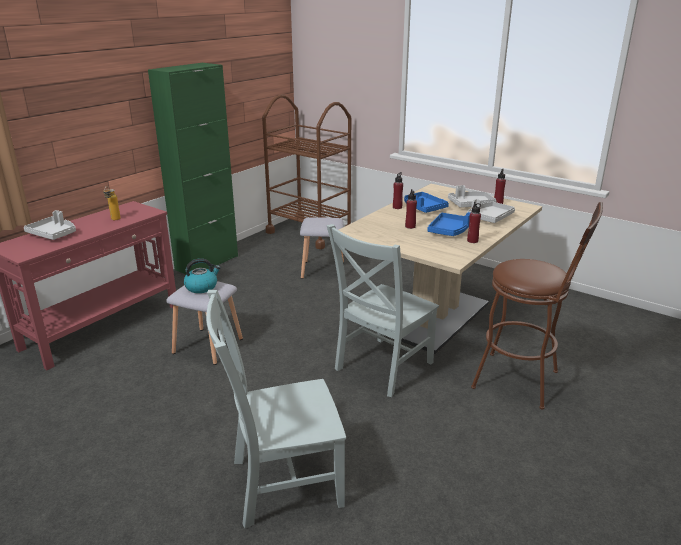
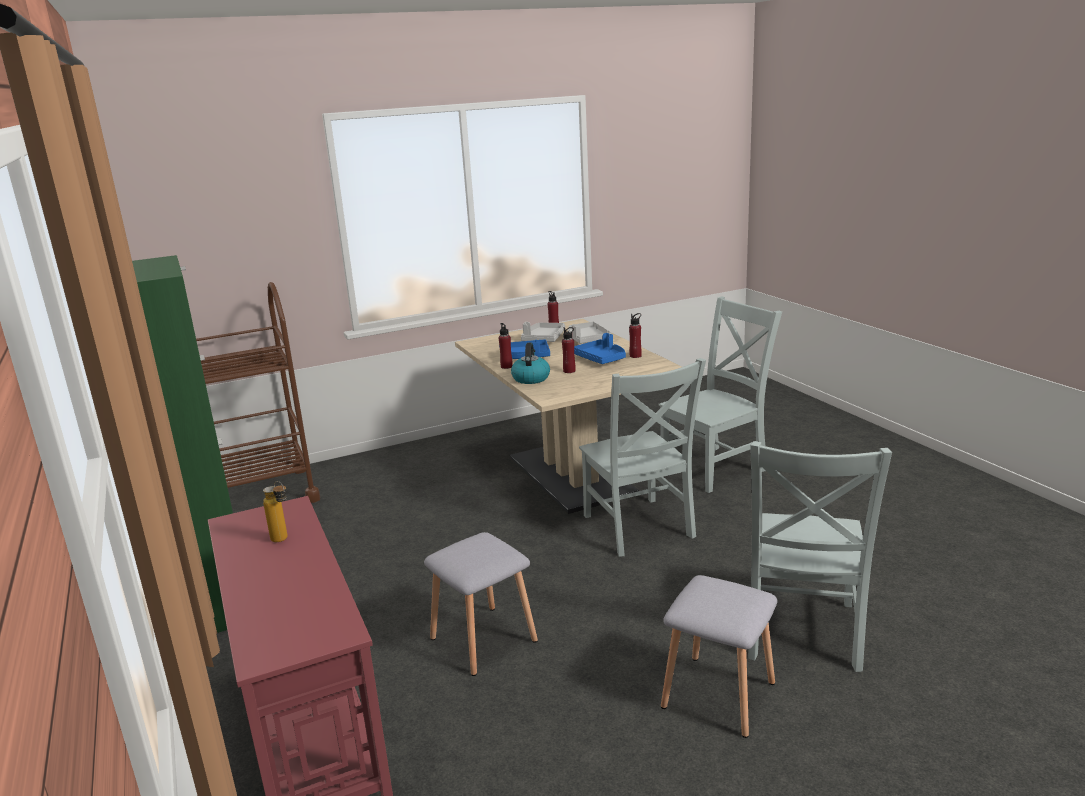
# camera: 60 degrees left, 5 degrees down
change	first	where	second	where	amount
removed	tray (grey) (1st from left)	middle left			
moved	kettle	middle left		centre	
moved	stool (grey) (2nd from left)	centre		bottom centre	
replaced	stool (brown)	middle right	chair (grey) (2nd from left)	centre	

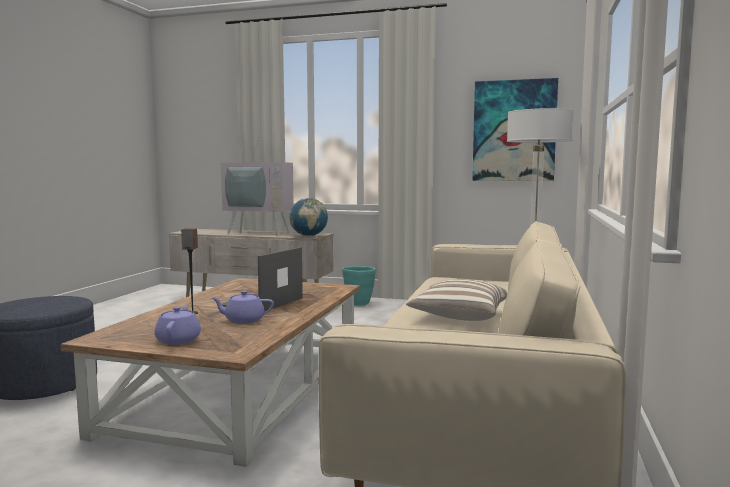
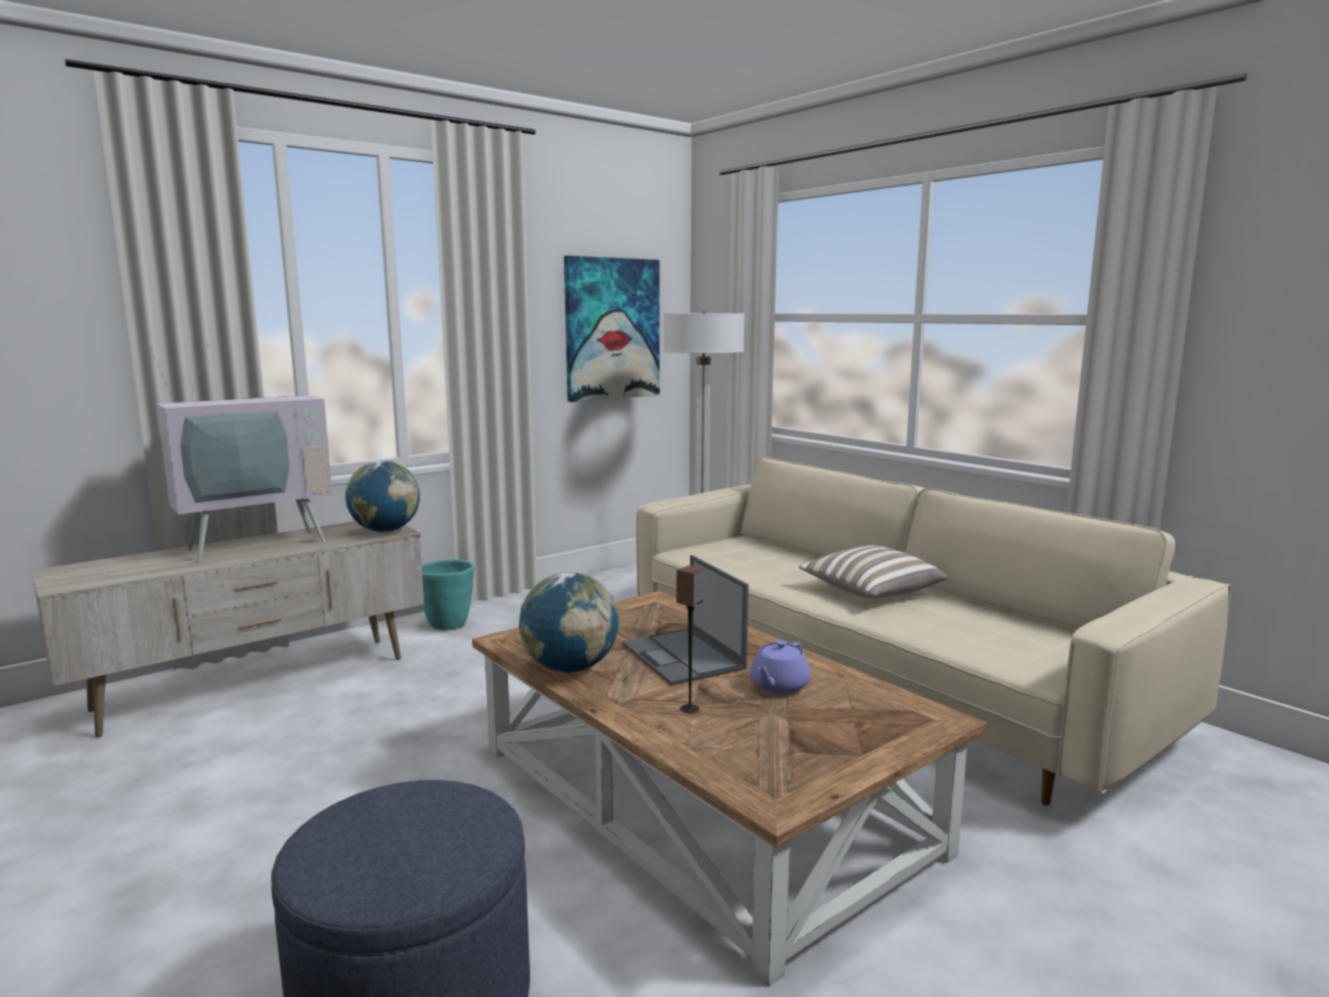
# camera: 55 degrees left, 5 degrees up
change	first	where	second	where	amount
removed	teapot (purple) (1st from left)	bottom left			
added			globe (2nd from left)	centre	

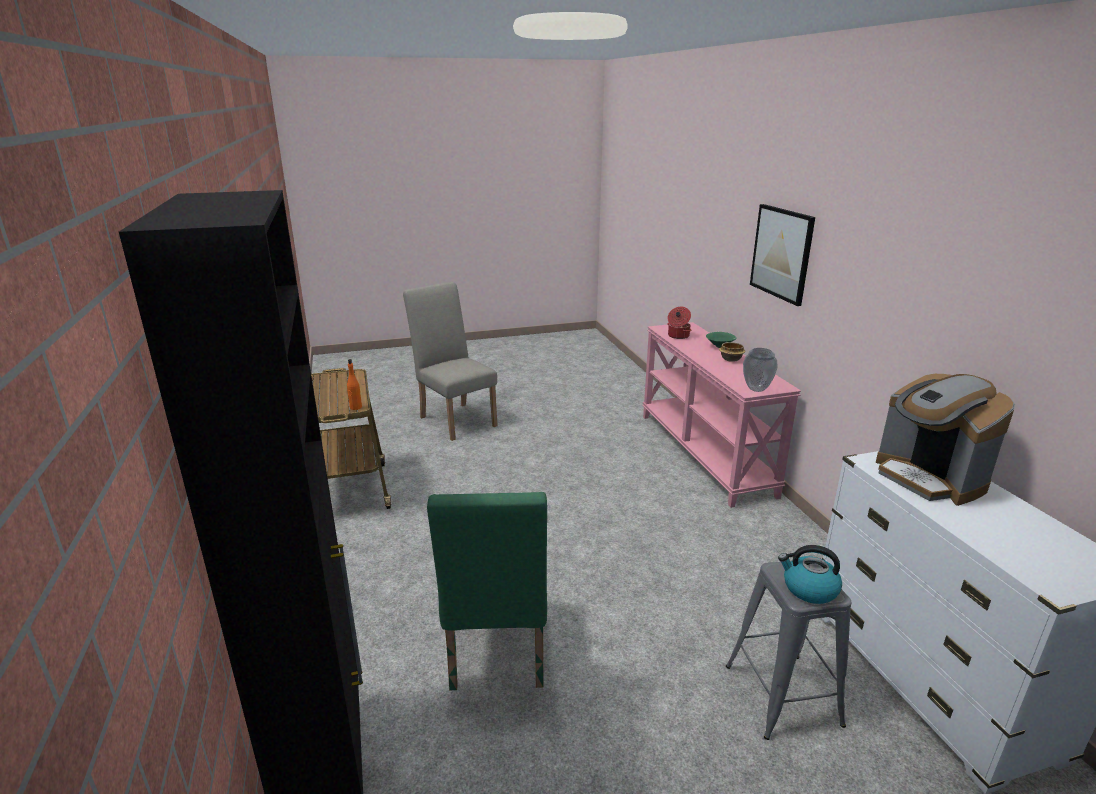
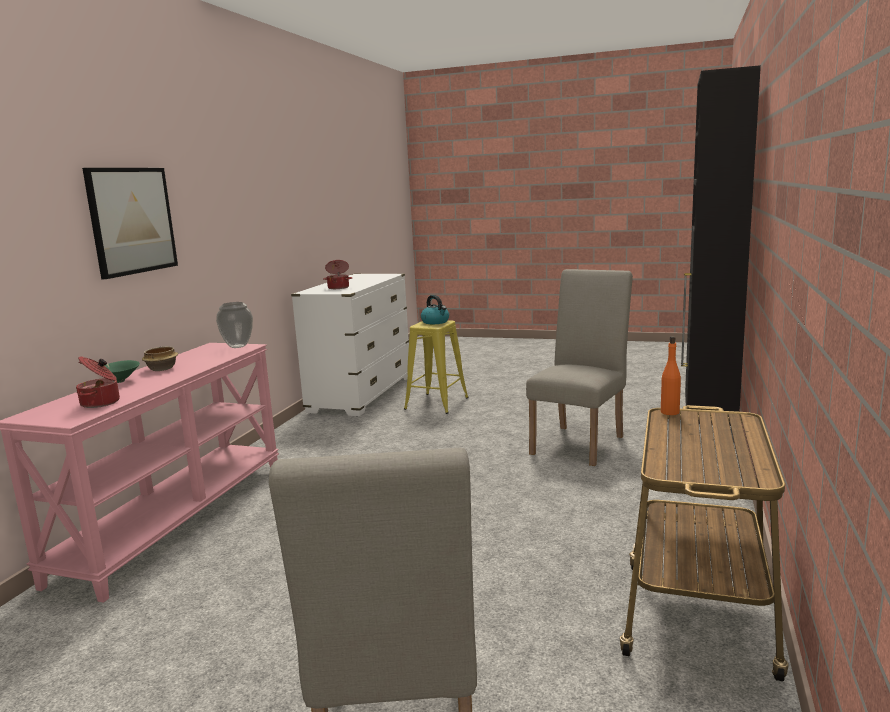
# camera: 145 degrees left, 10 degrees down
change	first	where	second	where	amount
recoloured	chair (green)	bottom centre	chair (beige) (2nd from left)	centre	
recoloured	stool (grey)	bottom right	stool (yellow)	centre	
replaced	coffee machine	middle right	cooking pot (2nd from left)	centre	

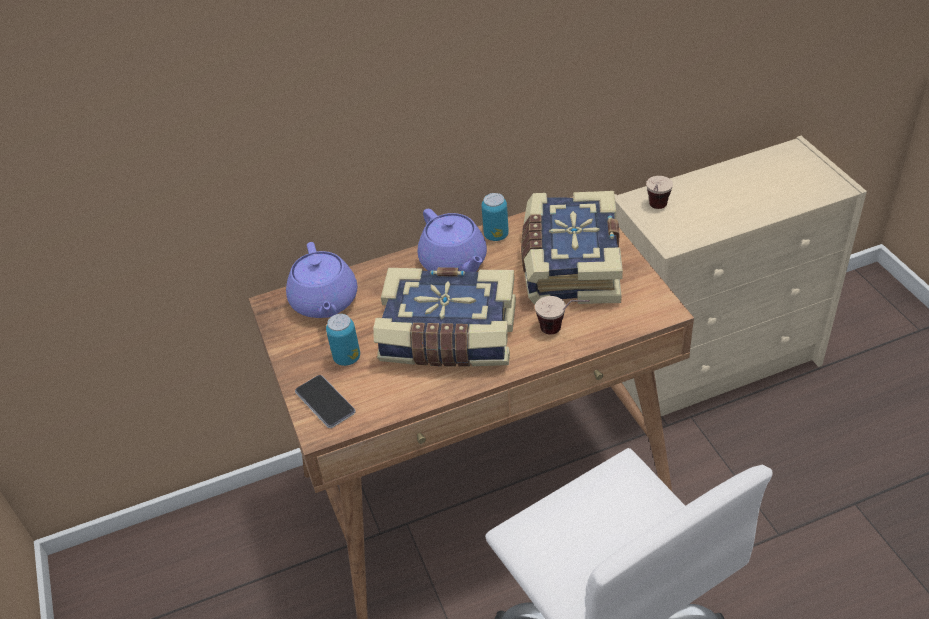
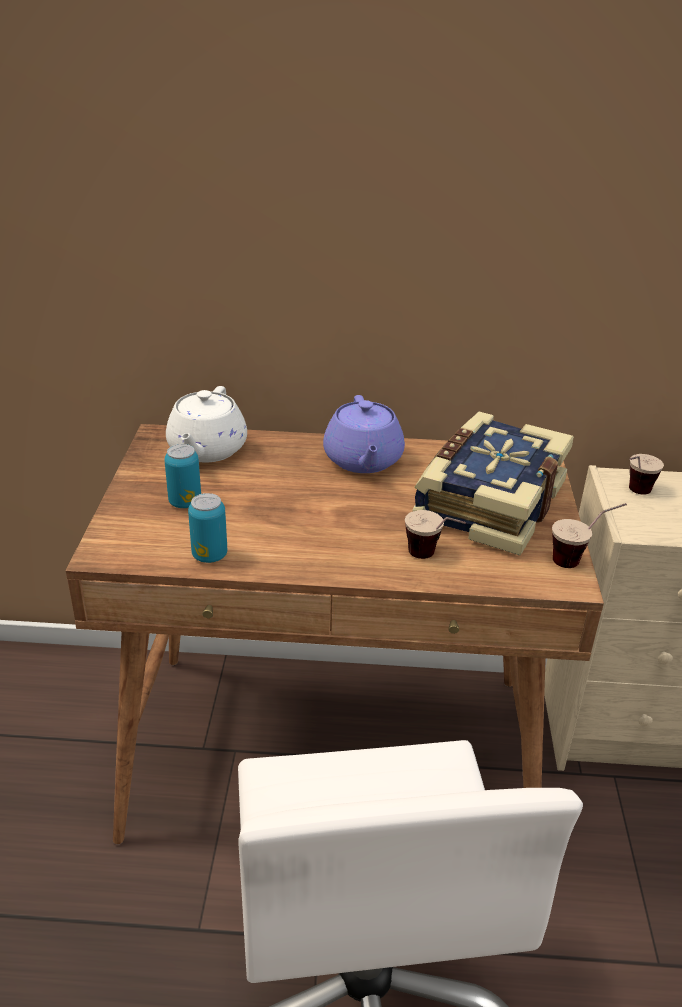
# camera: 20 degrees right, 10 degrees down
change	first	where	second	where	amount
recoloured	teapot (purple) (1st from left)	centre	teapot (white)	middle left	
removed	phone	centre			
removed	book (1st from left)	centre			
moved	can (2nd from left)	centre		middle left	
added			cup (2nd from left)	middle right	

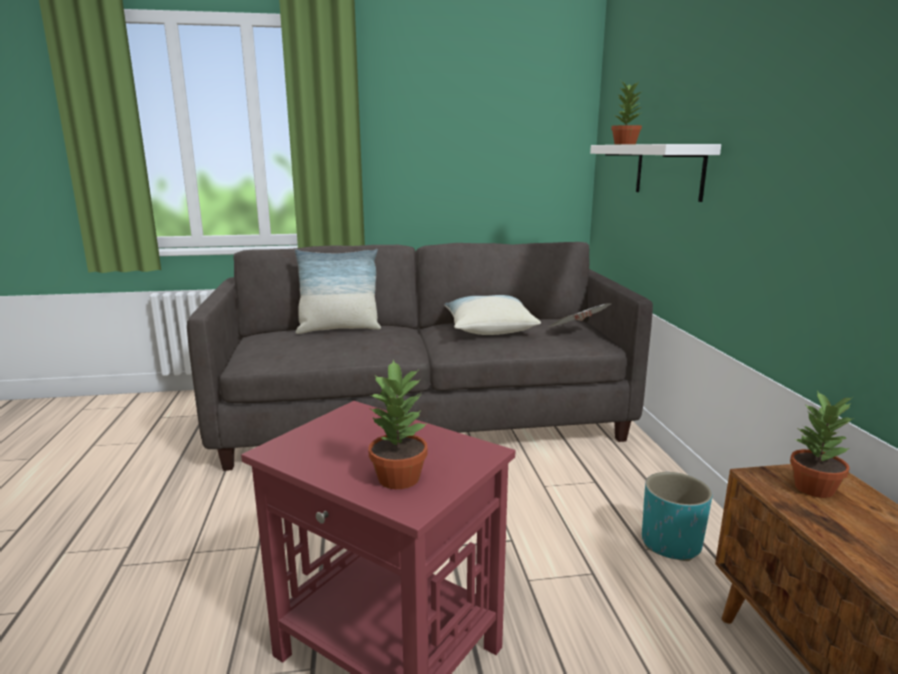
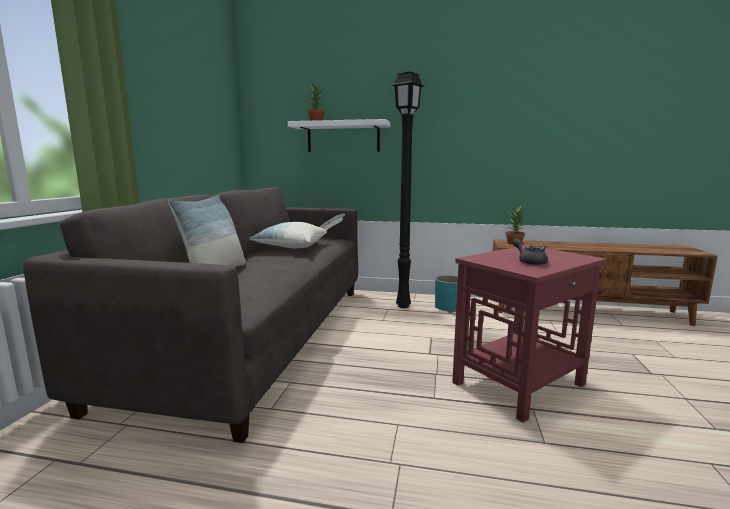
# camera: 70 degrees left, 5 degrees down
change	first	where	second	where	amount
removed	potted plant (1st from left)	centre			
added			floor lamp (black)	centre	
added			teapot (grey)	middle right	

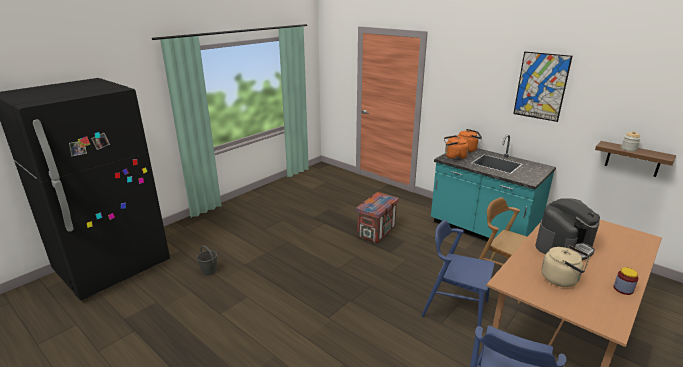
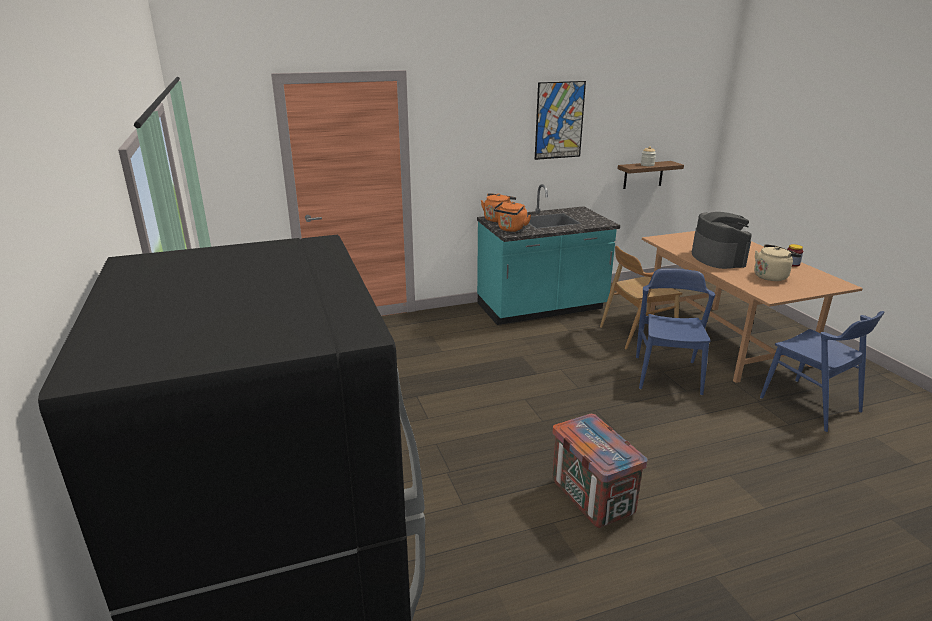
# camera: 60 degrees left, 0 degrees up
change	first	where	second	where	amount
removed	bucket (grey)	bottom left			
moved	crate	centre		bottom centre	
turned	chair (blue) (1st from left)	bottom right		middle right	135 degrees clockwise

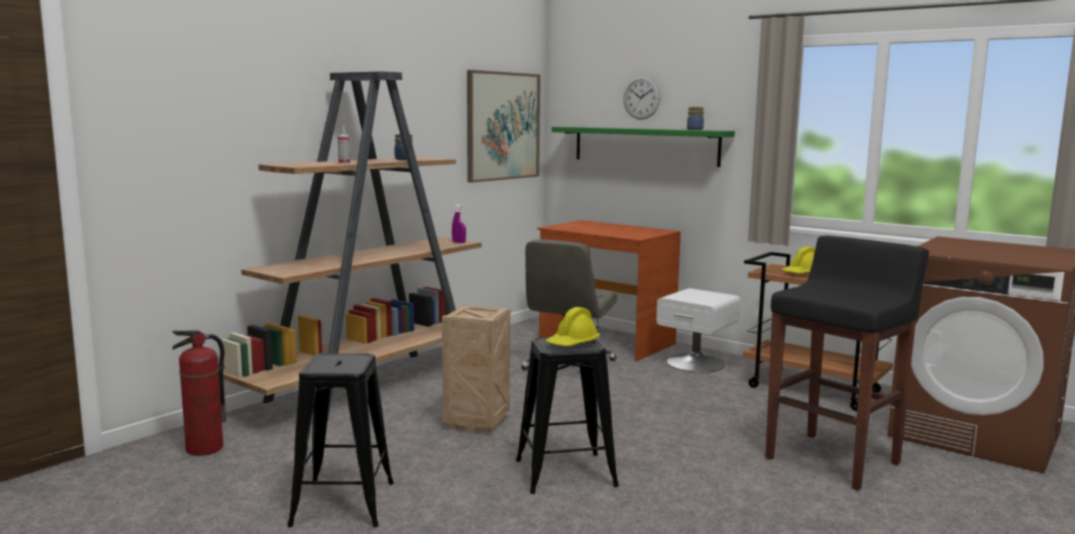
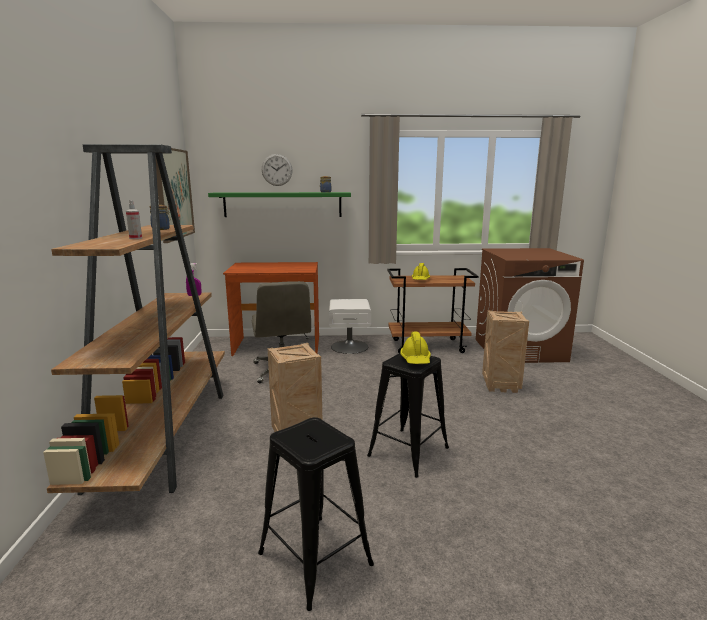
# camera: 40 degrees left, 5 degrees up
change	first	where	second	where	amount
removed	fire extinguisher	bottom left			
replaced	stool (black) (3rd from left)	bottom right	crate (2nd from left)	middle right	

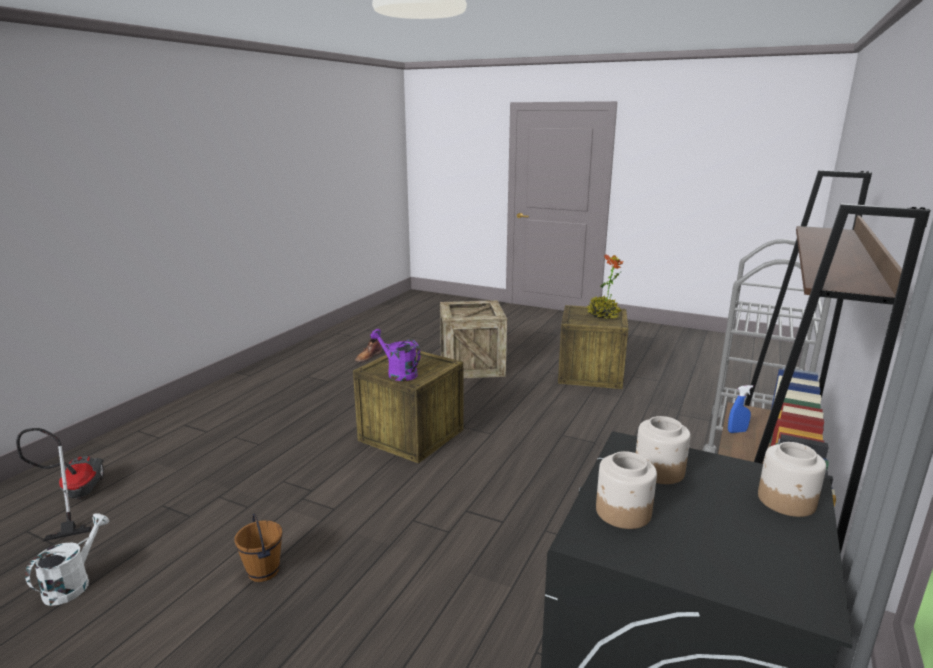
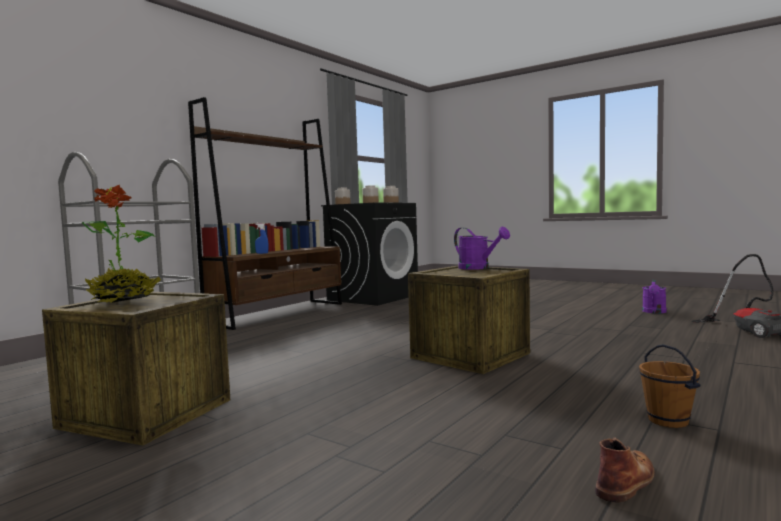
# camera: 170 degrees left, 15 degrees down
change	first	where	second	where	amount
recoloured	watering can (white)	bottom left	watering can (purple) (2nd from left)	middle right	
moved	bucket (brown)	bottom left		bottom right	
removed	crate (2nd from left)	centre			

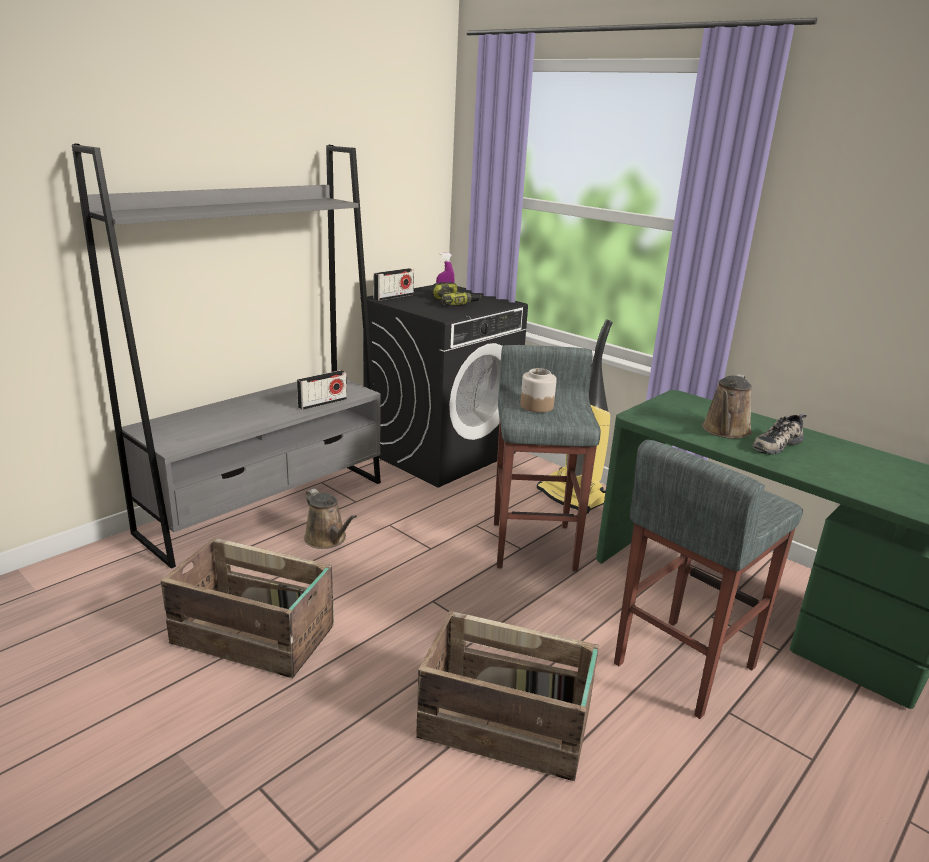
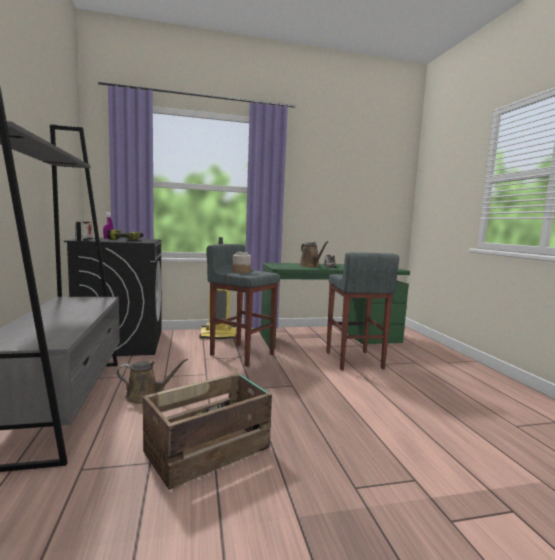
# camera: 55 degrees left, 15 degrees down
change	first	where	second	where	amount
removed	radio (1st from left)	centre			
removed	crate (2nd from left)	bottom centre			

